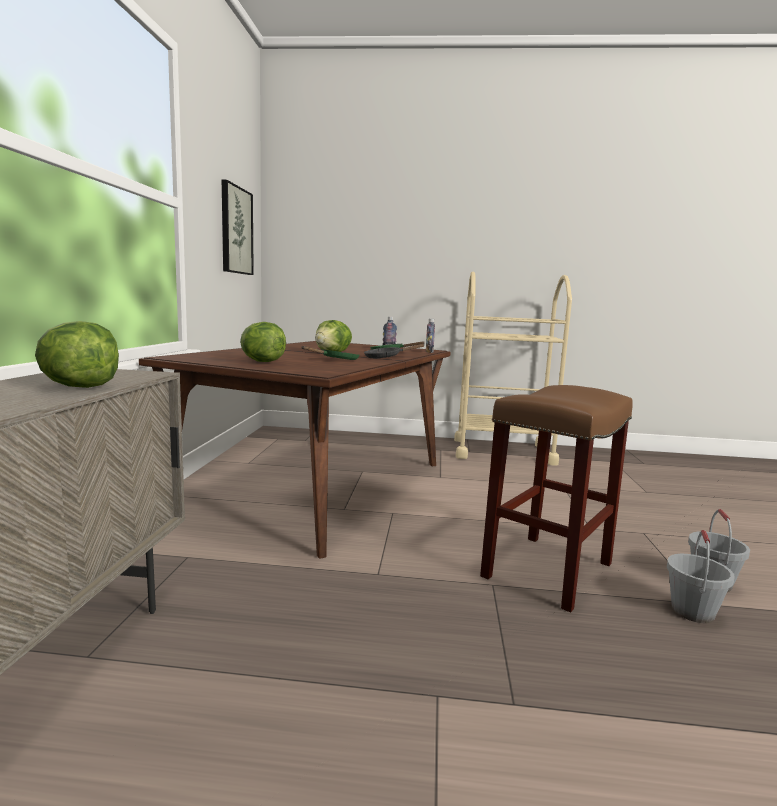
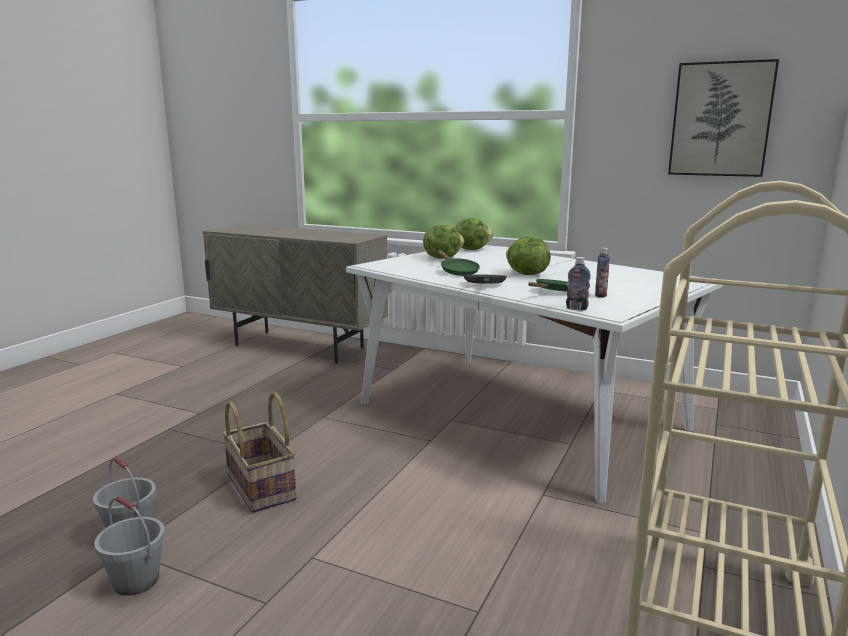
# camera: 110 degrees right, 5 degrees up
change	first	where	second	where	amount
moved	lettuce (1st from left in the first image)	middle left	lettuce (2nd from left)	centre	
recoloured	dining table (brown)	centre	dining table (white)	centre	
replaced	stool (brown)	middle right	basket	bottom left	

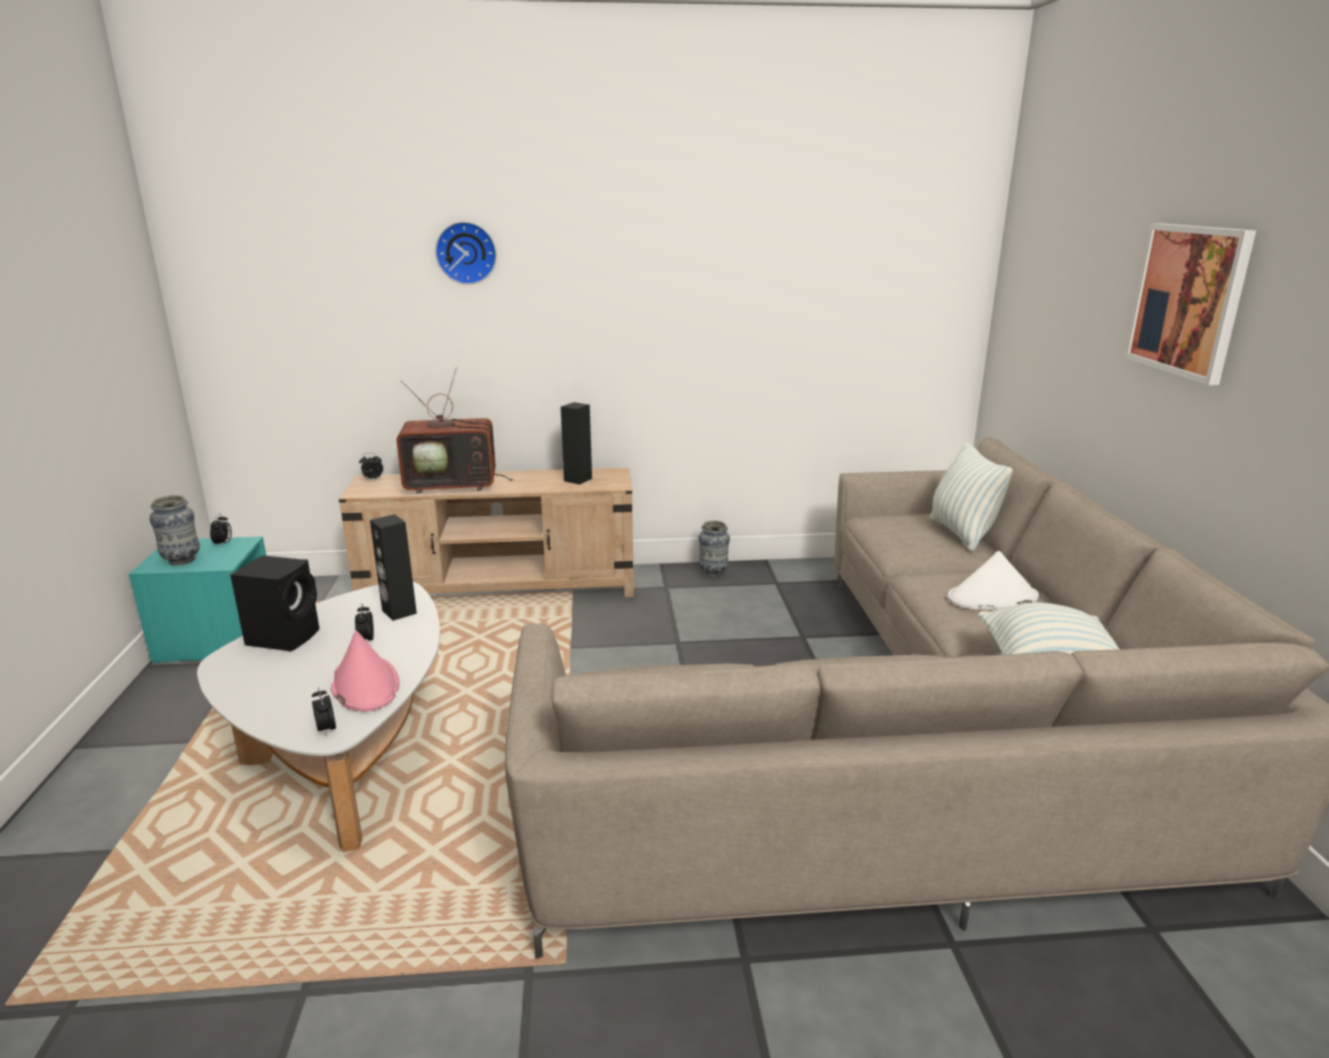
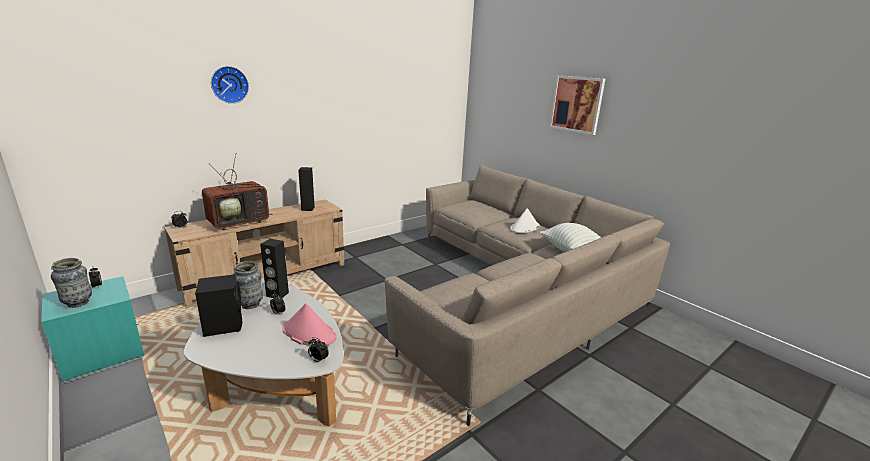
# camera: 35 degrees left, 0 degrees up
change	first	where	second	where	amount
moved	vase (2nd from left)	centre		middle left	
removed	pillow (1st from left)	middle right			

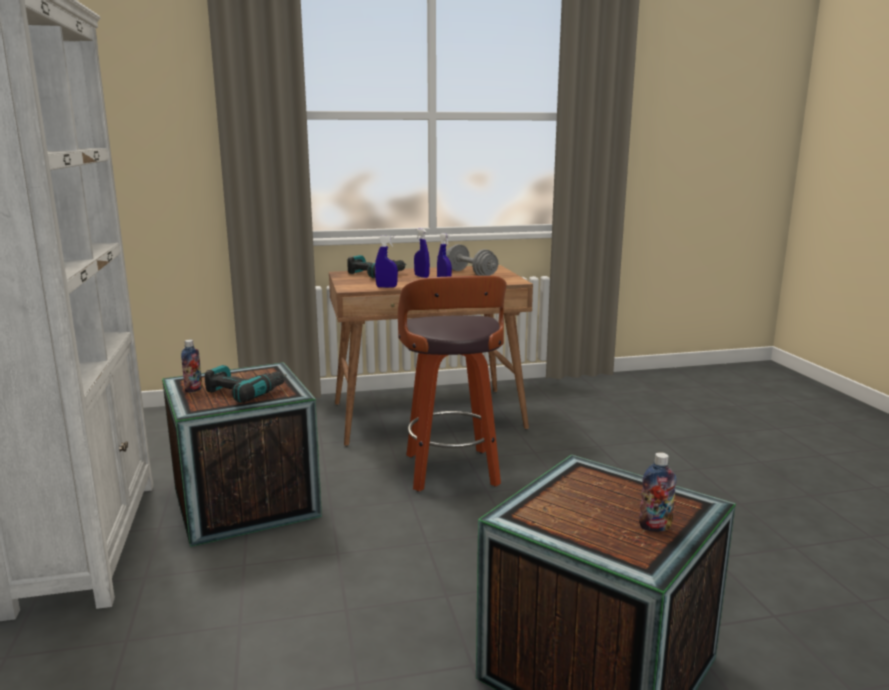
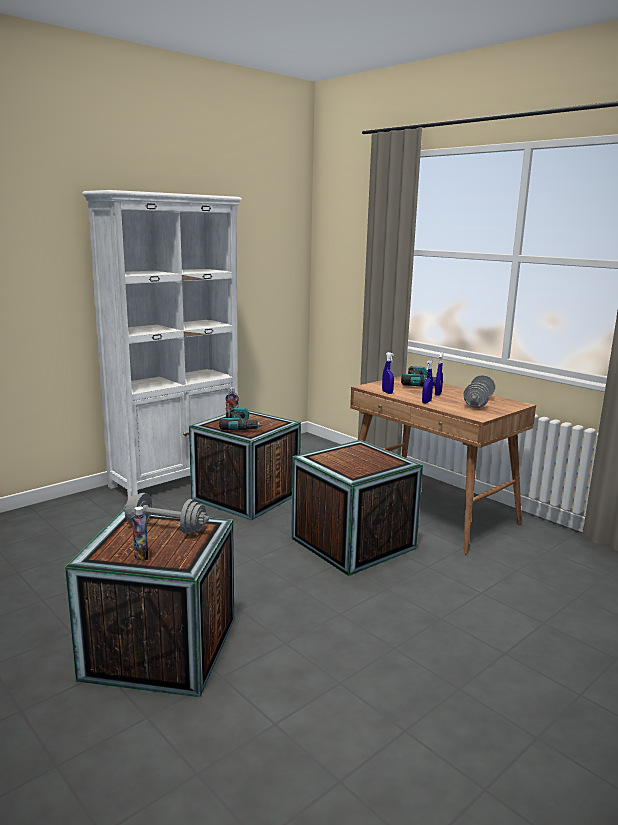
# camera: 60 degrees right, 0 degrees up
change	first	where	second	where	amount
replaced	stool	centre	crate (3rd from left)	centre	
added			dumbbell (grey) (1st from left)	middle left	

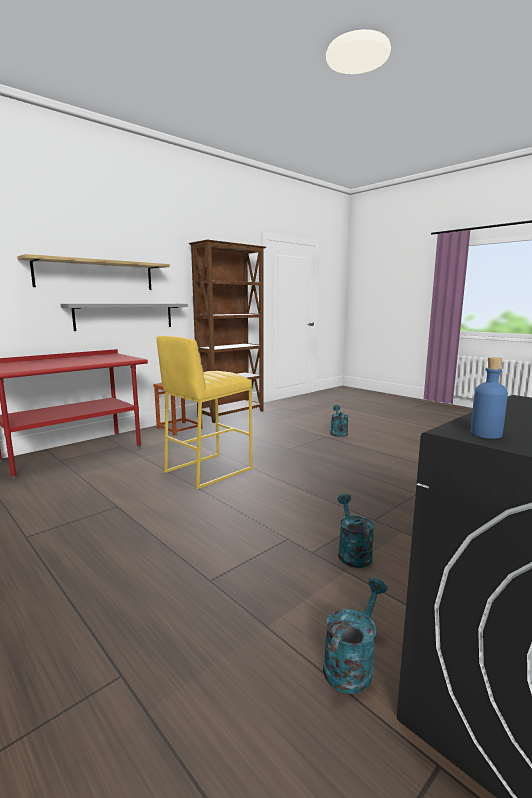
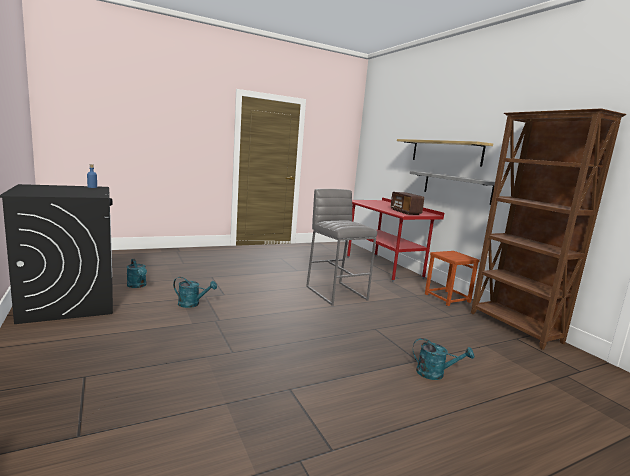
# camera: 105 degrees right, 0 degrees up
change	first	where	second	where	amount
recoloured	stool (yellow)	centre	stool (grey)	centre	
added			radio	centre	

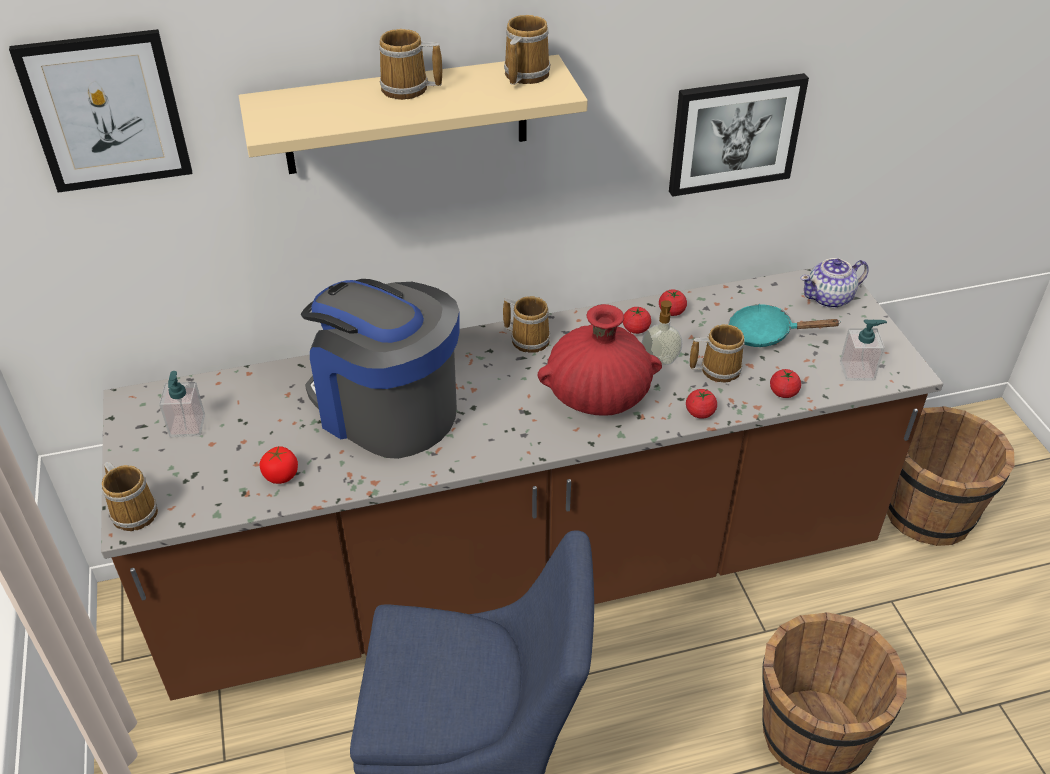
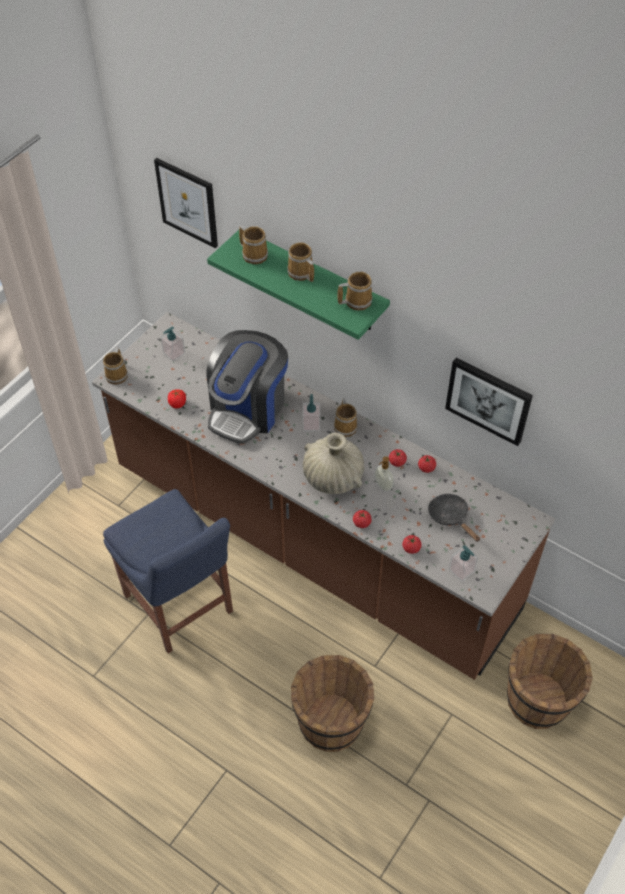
# camera: 50 degrees right, 10 degrees up
change	first	where	second	where	amount
recoloured	shelf (beige)	top centre	shelf (green)	top centre	
turned	coffee machine	centre		centre	150 degrees counterclockwise
recoloured	vase (red)	centre	vase (beige)	centre	
moved	mug (5th from left in the first image)	middle right	mug (2nd from left)	top centre	
recoloured	frying pan (turquoise)	middle right	frying pan (black)	middle right	
removed	teapot	middle right			
added			soap dispenser (2nd from left)	centre	

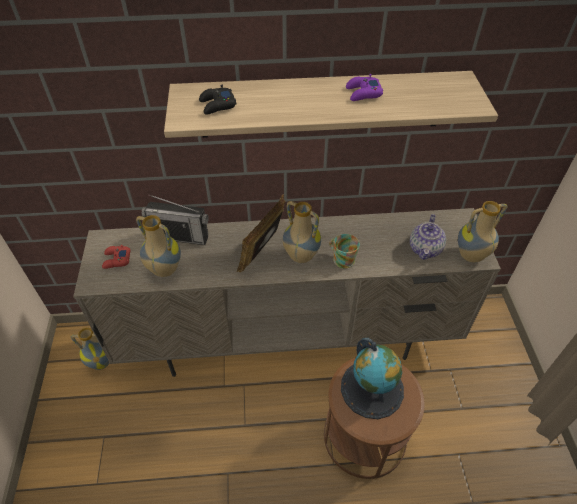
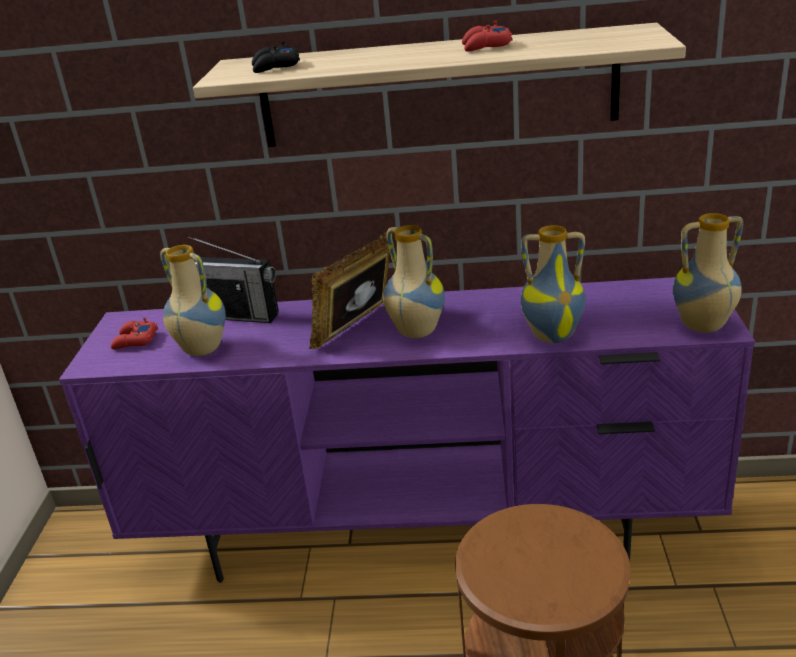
# camera: 10 degrees right, 20 degrees down
change	first	where	second	where	amount
moved	vase (1st from left in the first image)	bottom left	vase (3rd from left)	middle right	
recoloured	tv stand (beige)	centre	tv stand (purple)	centre	
removed	mug	centre			
removed	globe	bottom centre			
recoloured	game controller (purple)	top centre	game controller (red) (2nd from left)	top centre	
removed	teapot	middle right			

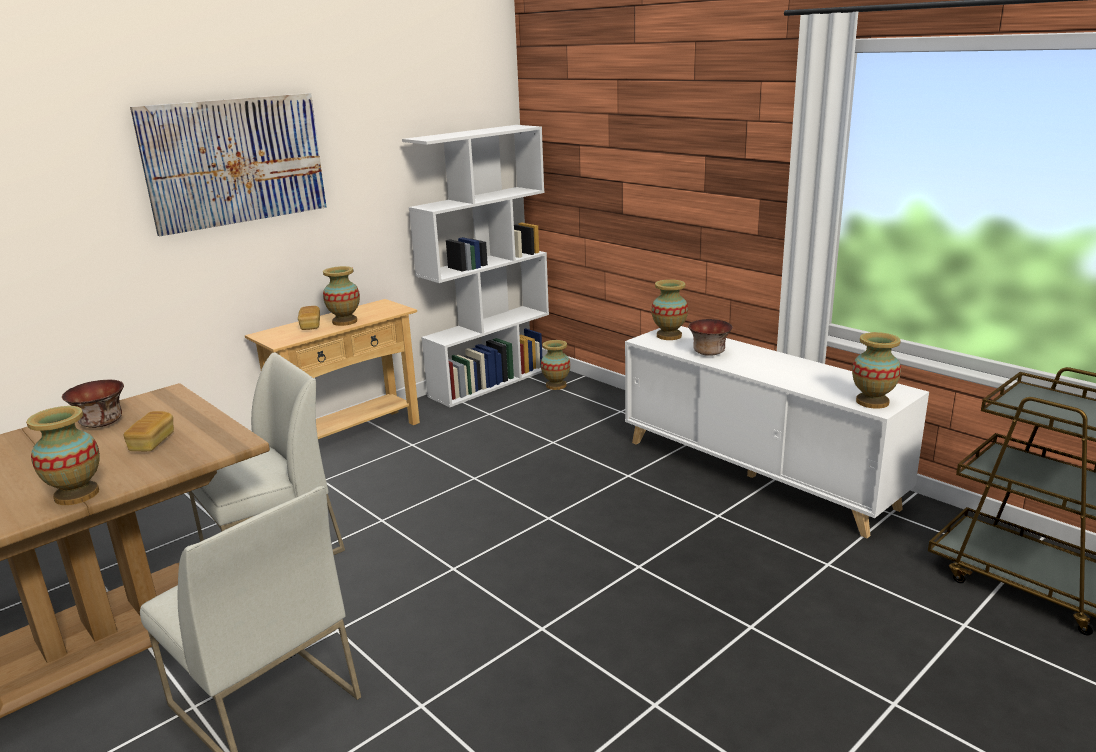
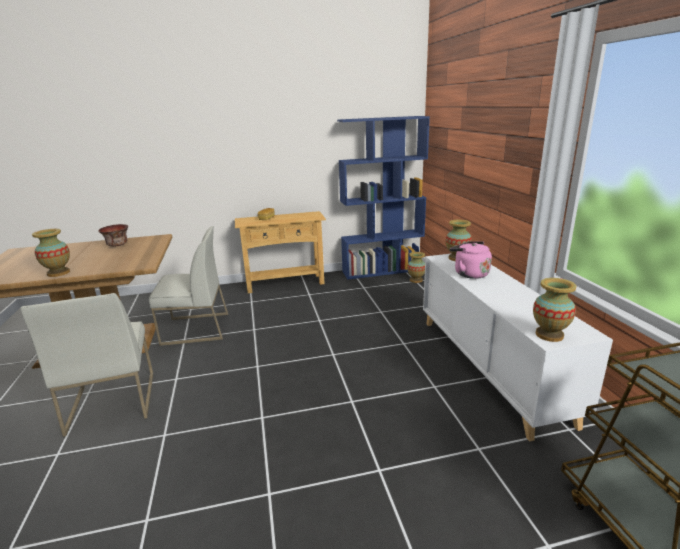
# camera: 30 degrees right, 0 degrees up
change	first	where	second	where	amount
removed	bread (1st from left)	middle left			
removed	picture	top left			
removed	vase (2nd from left)	middle left			
recoloured	bookcase (white)	centre	bookcase (blue)	centre	
replaced	bowl (2nd from left)	centre	kettle (pink)	middle right	

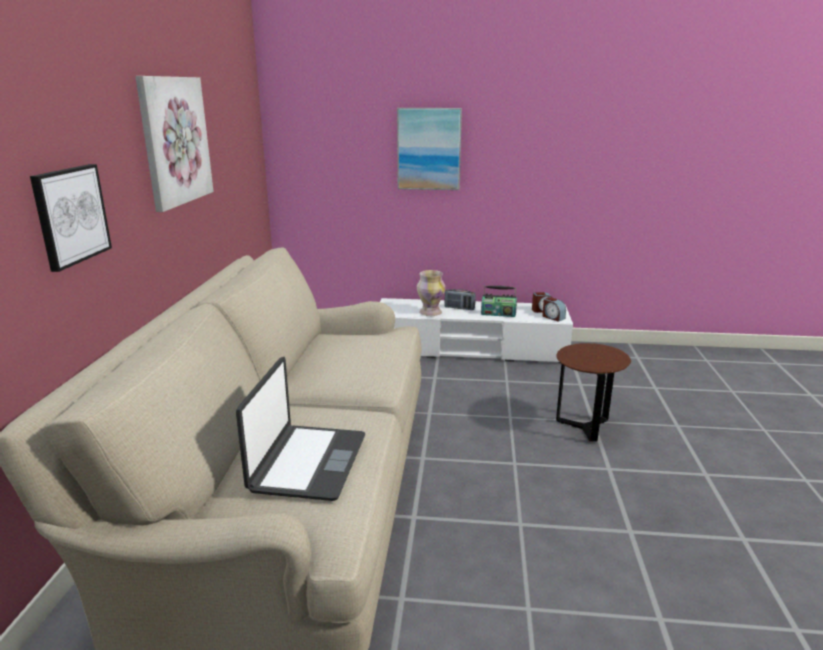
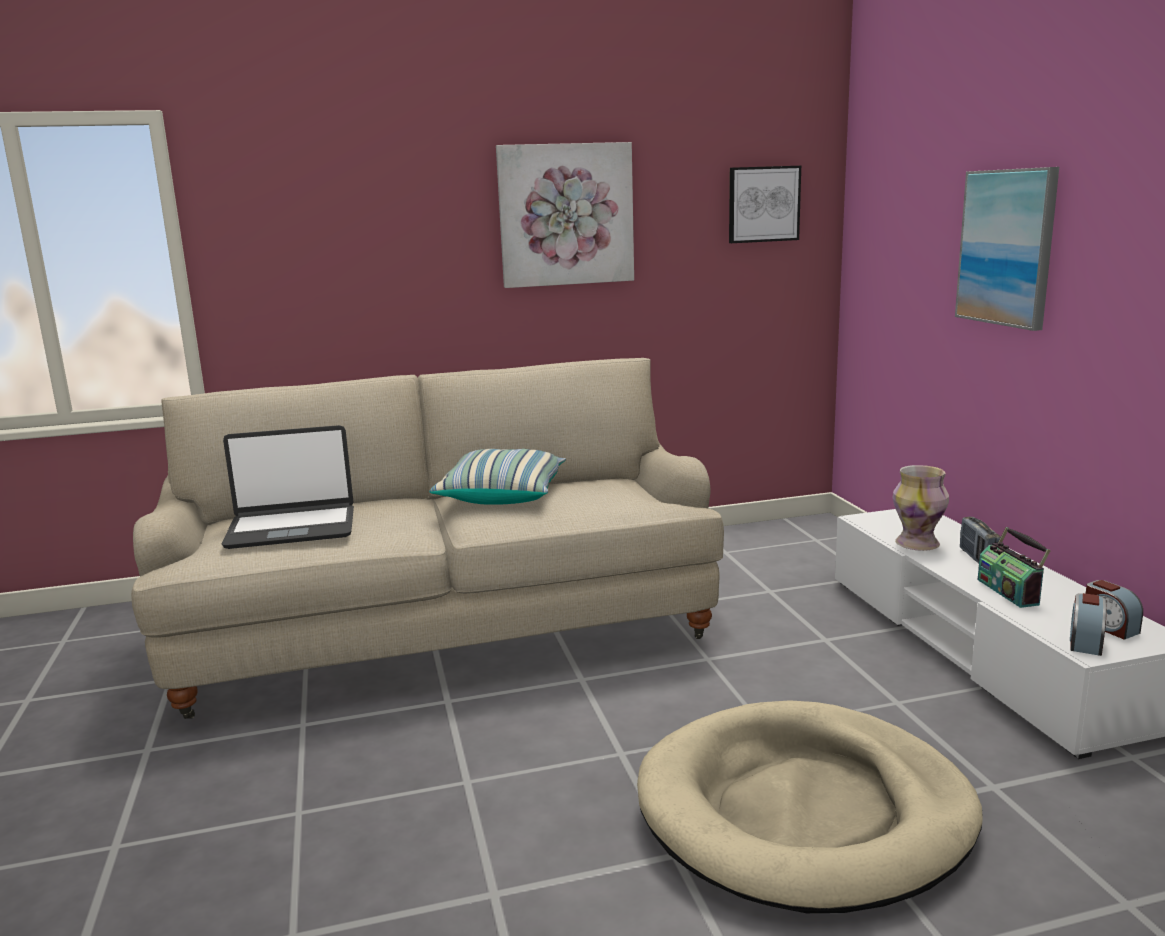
# camera: 70 degrees right, 5 degrees down
change	first	where	second	where	amount
moved	picture (1st from left in the first image)	middle left	picture (2nd from left)	top centre	
replaced	side table (brown)	middle right	dog bed (beige)	bottom right	
added			pillow	centre	

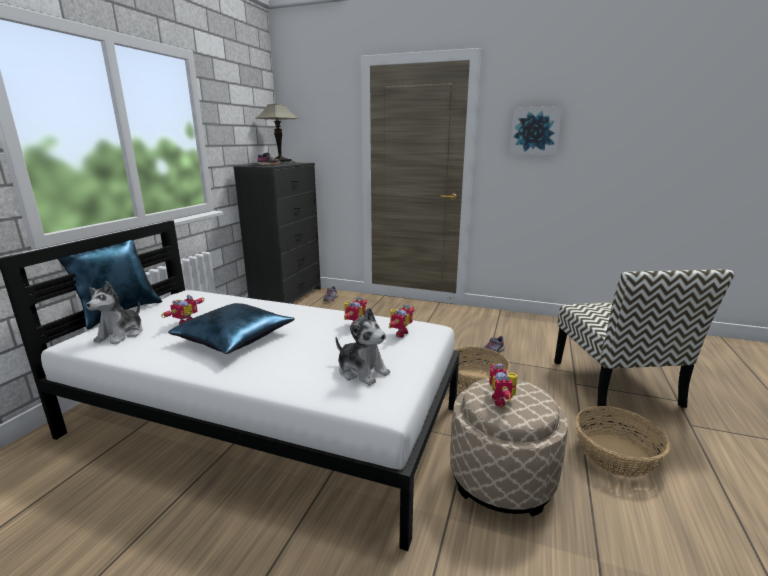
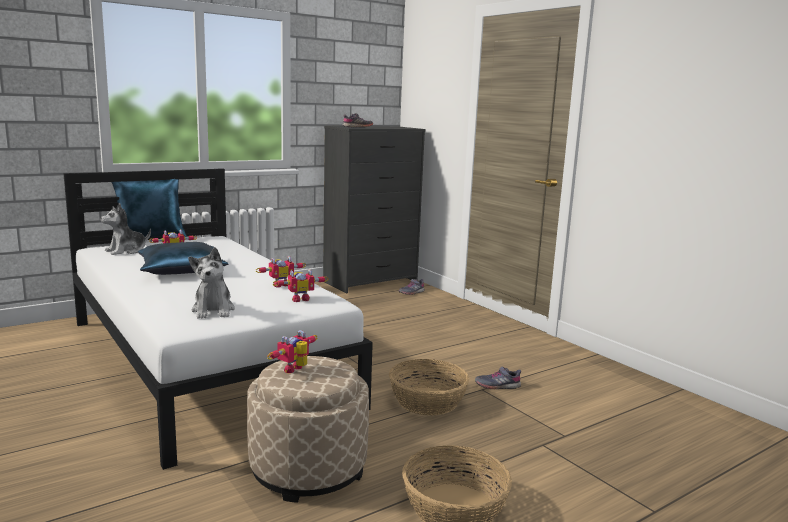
# camera: 35 degrees right, 5 degrees down
change	first	where	second	where	amount
removed	table lamp	top centre			
removed	picture	top right			
removed	chair	middle right			

